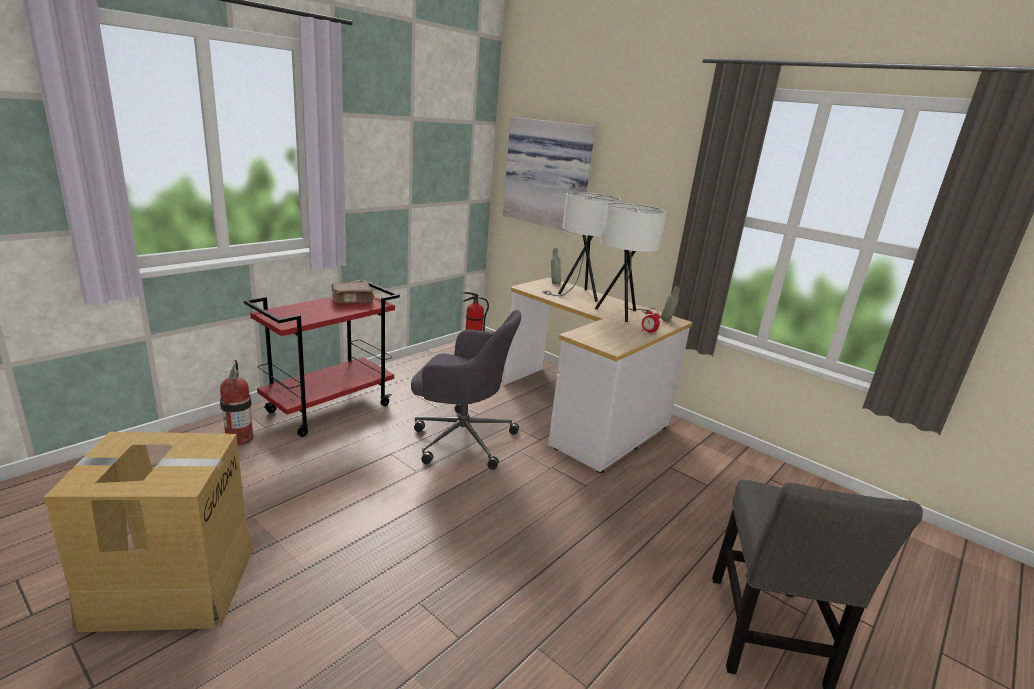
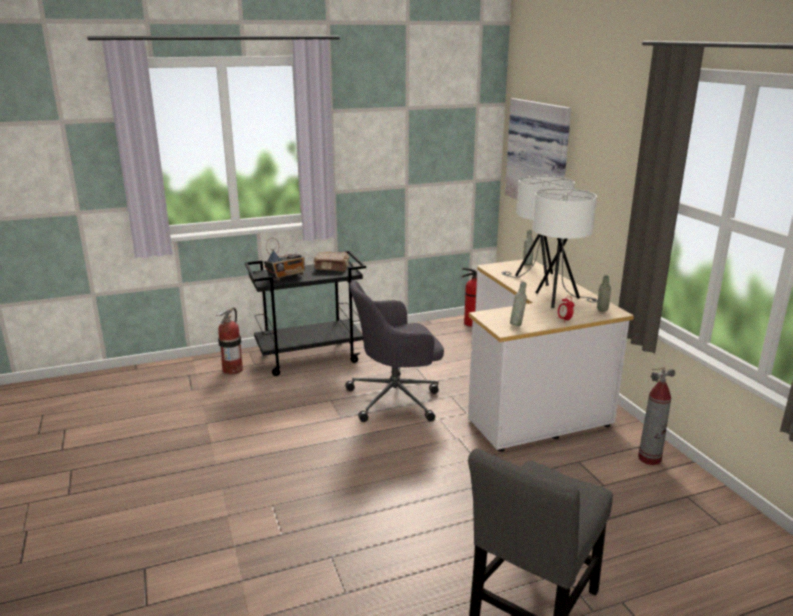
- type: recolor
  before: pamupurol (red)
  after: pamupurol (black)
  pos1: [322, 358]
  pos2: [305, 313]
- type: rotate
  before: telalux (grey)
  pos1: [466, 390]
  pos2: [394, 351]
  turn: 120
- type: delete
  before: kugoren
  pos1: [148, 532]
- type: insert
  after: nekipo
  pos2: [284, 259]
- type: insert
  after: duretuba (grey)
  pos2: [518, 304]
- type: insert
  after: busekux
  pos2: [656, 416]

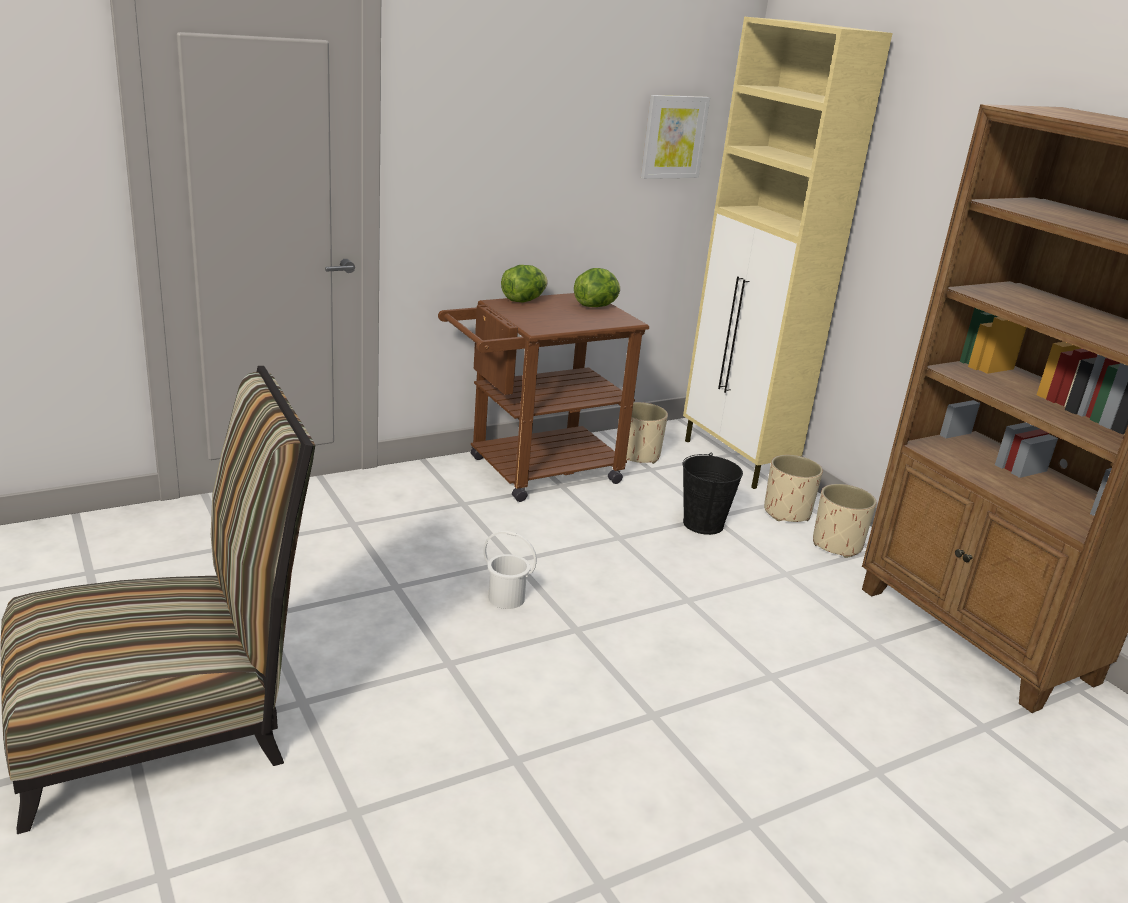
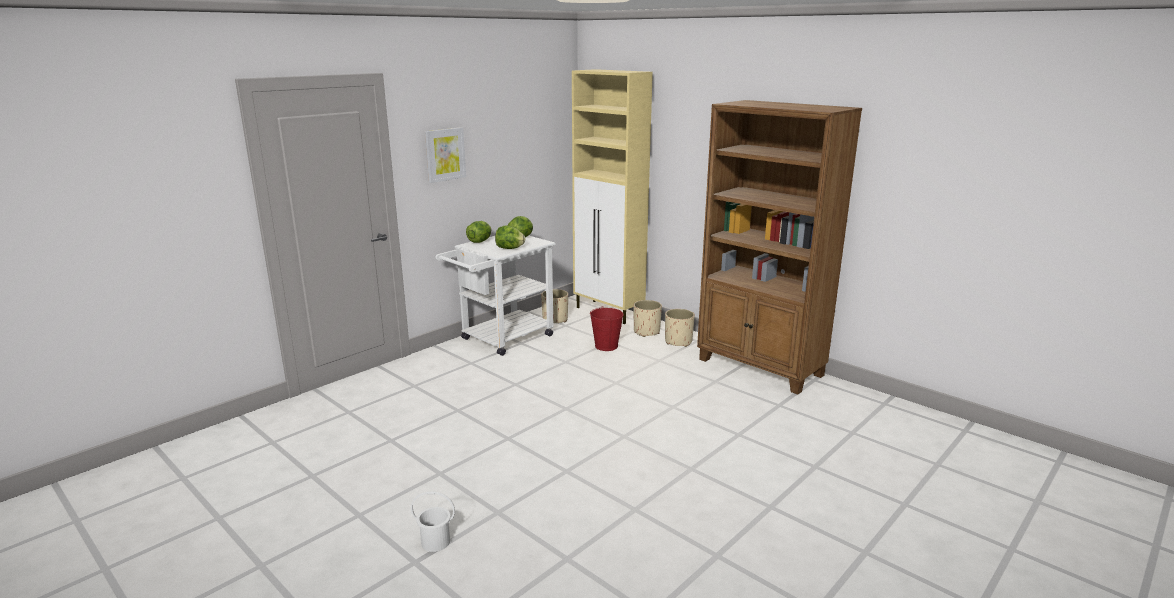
- type: move
  before: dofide
  pos1: [675, 137]
  pos2: [445, 155]
- type: recolor
  before: pamupurol (brown)
  after: pamupurol (white)
  pos1: [543, 397]
  pos2: [495, 296]
- type: delete
  before: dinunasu
  pos1: [157, 600]
- type: recolor
  before: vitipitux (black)
  after: vitipitux (red)
  pos1: [712, 494]
  pos2: [607, 328]
- type: move
  before: vitipitux (white)
  pos1: [510, 570]
  pos2: [433, 521]
- type: insert
  after: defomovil
  pos2: [510, 237]

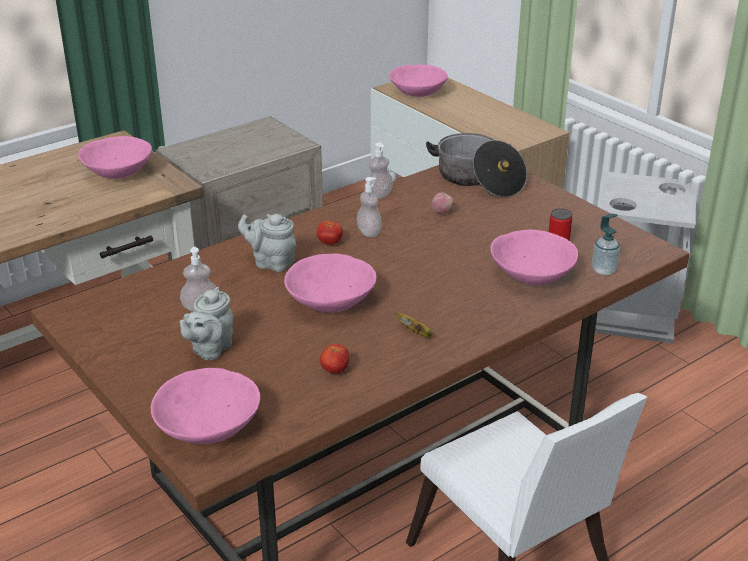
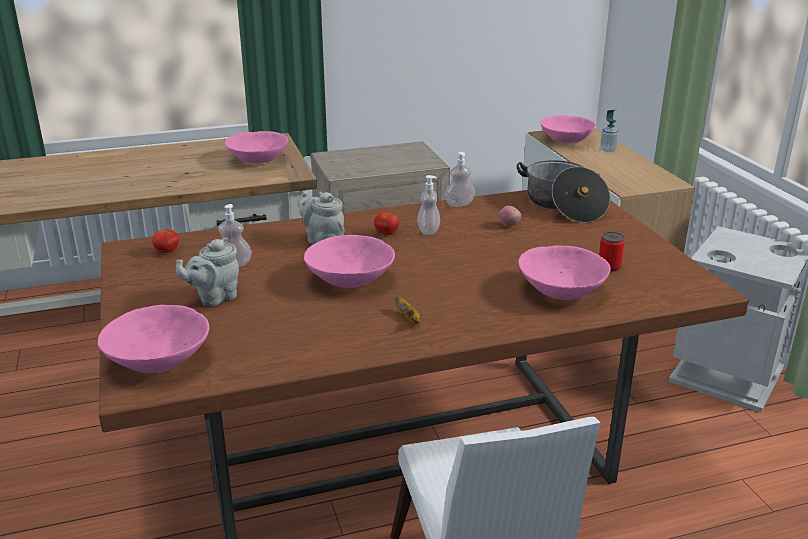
- type: move
  before: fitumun
  pos1: [606, 244]
  pos2: [609, 131]
- type: move
  before: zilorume
  pos1: [335, 359]
  pos2: [165, 241]

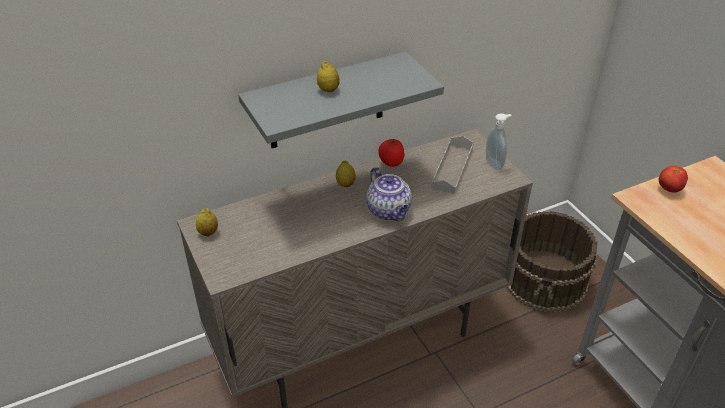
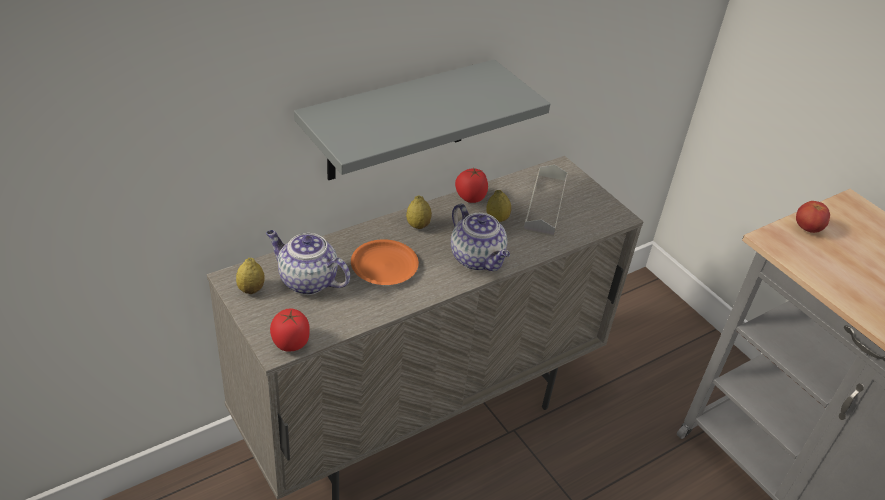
- type: move
  before: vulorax
  pos1: [328, 76]
  pos2: [498, 206]
- type: delete
  before: fitumun
  pos1: [498, 142]
- type: delete
  before: vitipitux (brown)
  pos1: [552, 262]
- type: insert
  after: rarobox
  pos2: [308, 262]
- type: insert
  after: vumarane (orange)
  pos2: [385, 262]
- type: insert
  after: zilorume
  pos2: [290, 330]

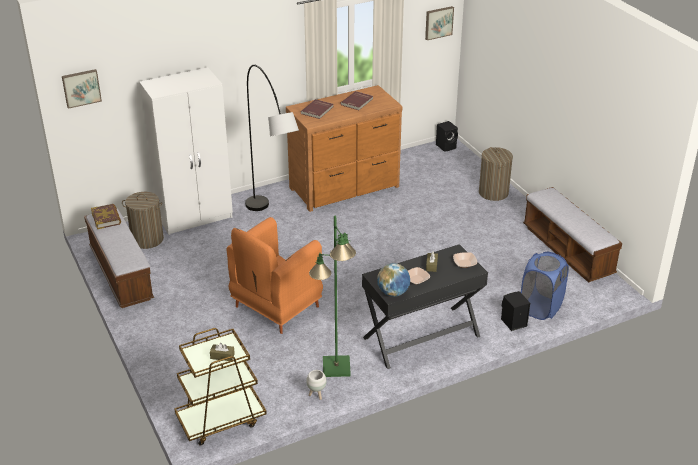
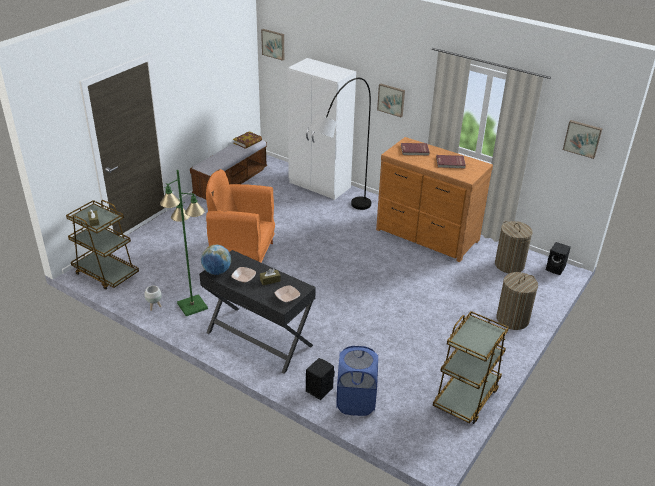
- type: replace
  before: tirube
  after: pamupurol (brown)
  pos1: [572, 235]
  pos2: [471, 367]
- type: move
  before: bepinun
  pos1: [143, 220]
  pos2: [513, 247]
- type: insert
  after: dofide
  pos2: [391, 100]

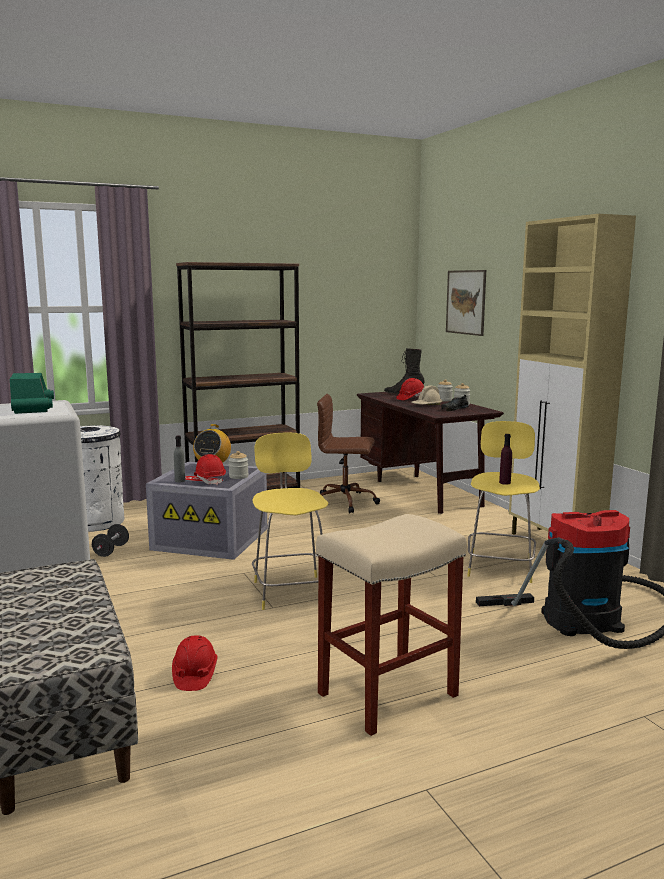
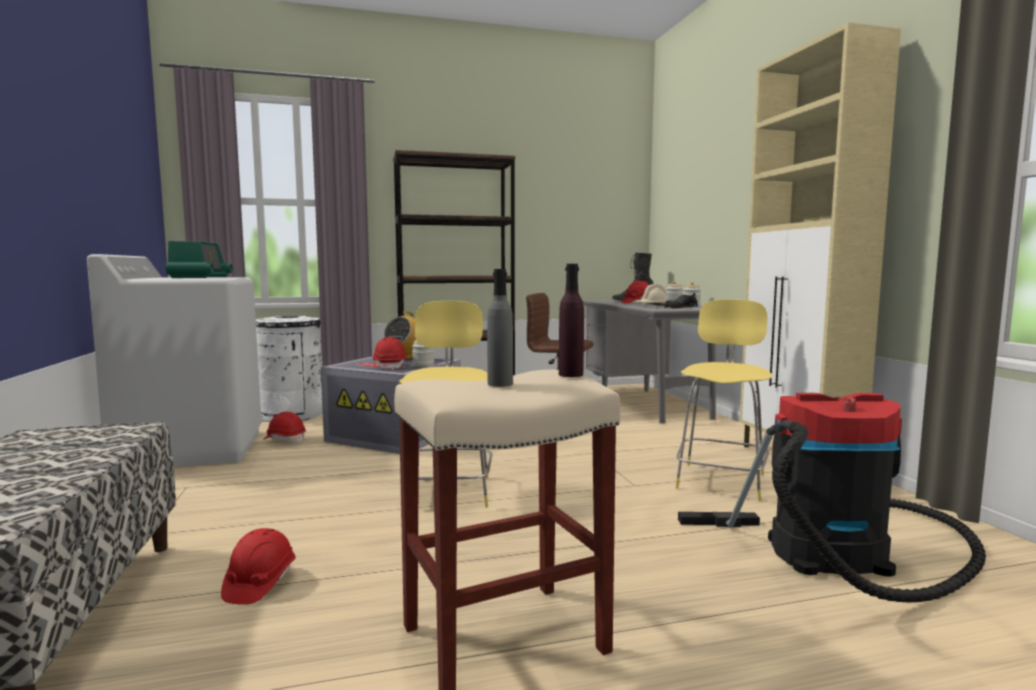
- type: delete
  before: dofide
  pos1: [466, 303]
- type: recolor
  before: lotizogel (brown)
  after: lotizogel (grey)
  pos1: [430, 453]
  pos2: [649, 362]
- type: move
  before: duretuba (purple)
  pos1: [505, 459]
  pos2: [571, 320]
- type: move
  before: duretuba (grey)
  pos1: [179, 458]
  pos2: [500, 328]
- type: replace
  before: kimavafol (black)
  after: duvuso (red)
  pos1: [110, 540]
  pos2: [284, 427]

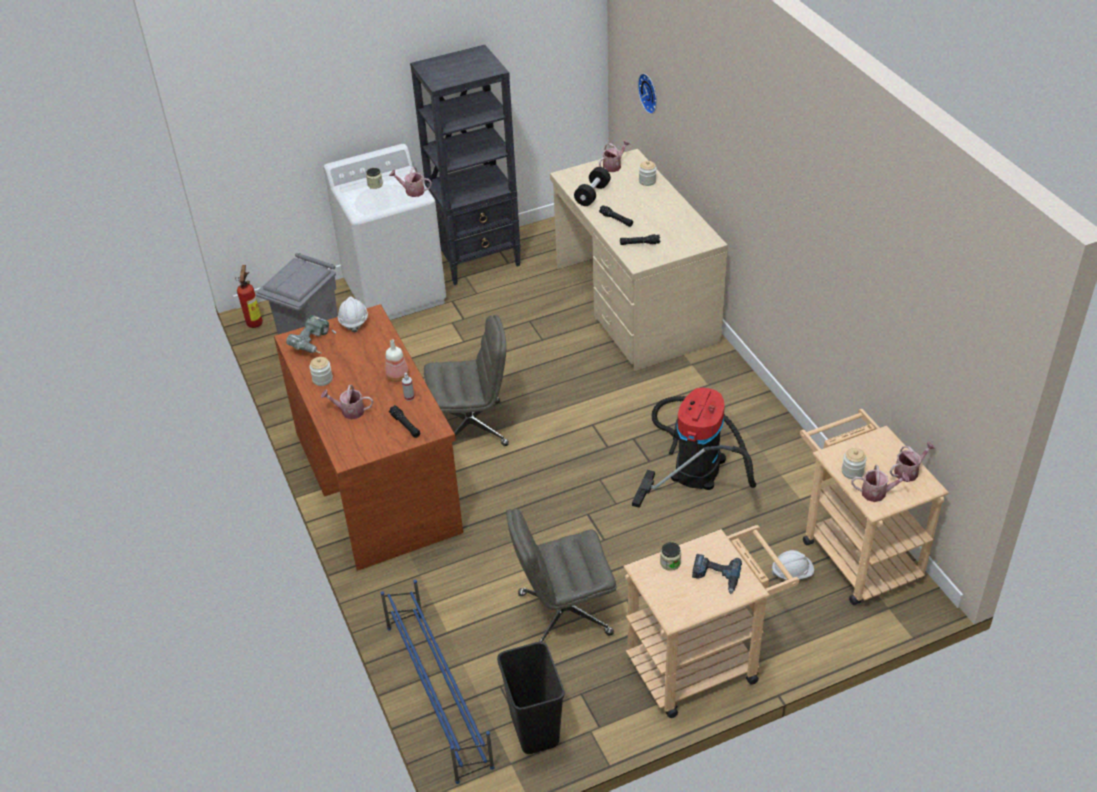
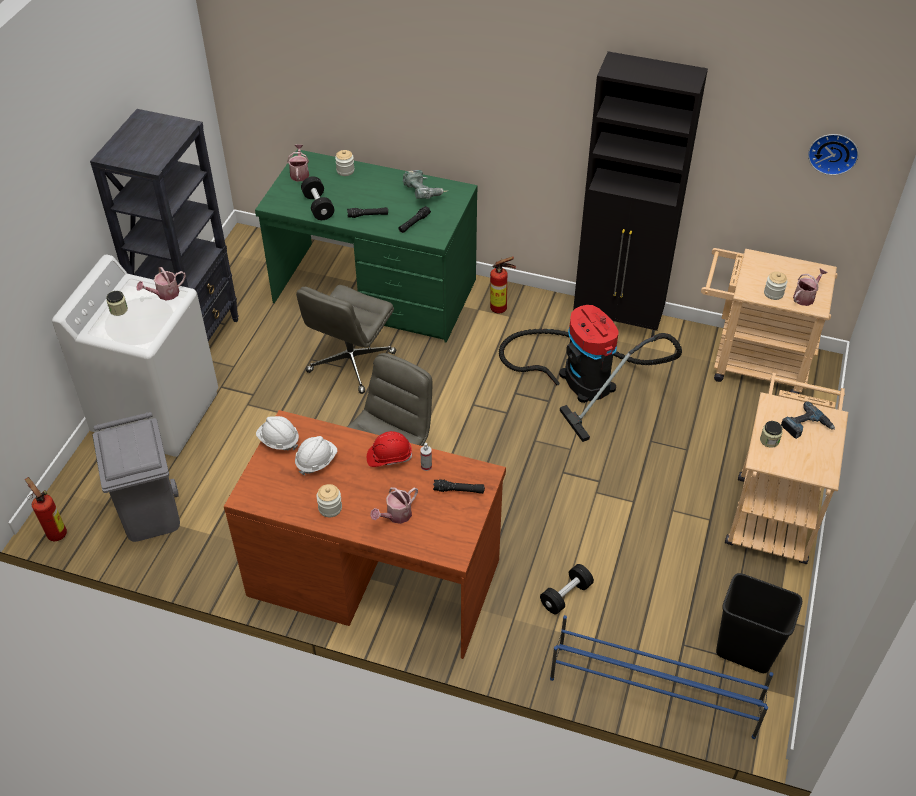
- type: move
  before: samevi
  pos1: [647, 93]
  pos2: [833, 154]
- type: recolor
  before: lotizogel (beige)
  after: lotizogel (green)
  pos1: [639, 260]
  pos2: [366, 246]
- type: move
  before: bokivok
  pos1: [311, 334]
  pos2: [425, 184]
- type: replace
  before: duretuba
  after: duvuso (red)
  pos1: [397, 360]
  pos2: [389, 449]
- type: delete
  before: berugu
  pos1: [912, 462]
- type: move
  before: telalux (grey)
  pos1: [561, 575]
  pos2: [346, 339]
- type: move
  before: duvuso (white)
  pos1: [793, 565]
  pos2: [316, 456]
- type: insert
  after: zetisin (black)
  pos2: [640, 196]
- type: insert
  after: busekux
  pos2: [503, 284]
- type: insert
  after: kimavafol (black)
  pos2: [567, 589]

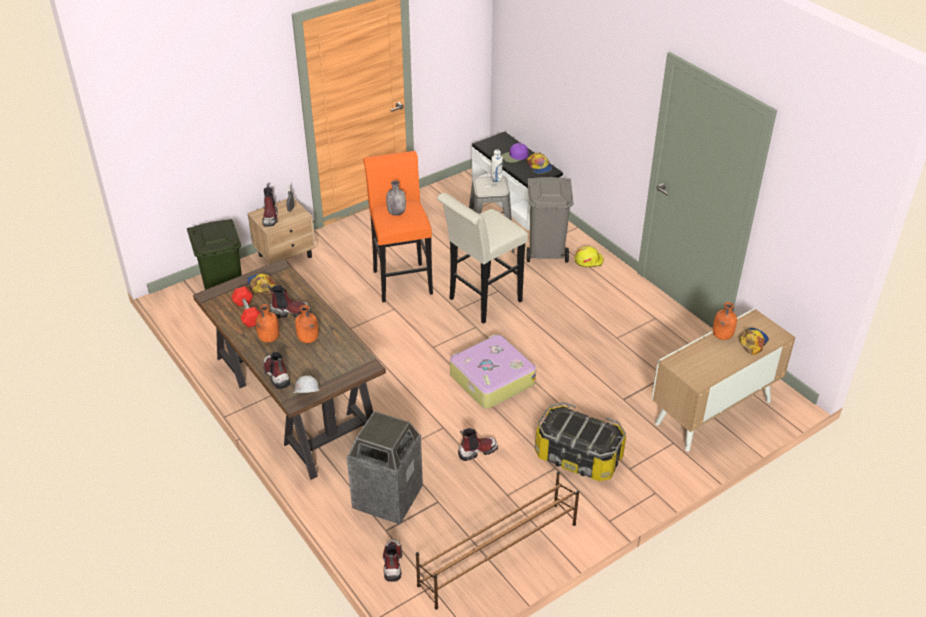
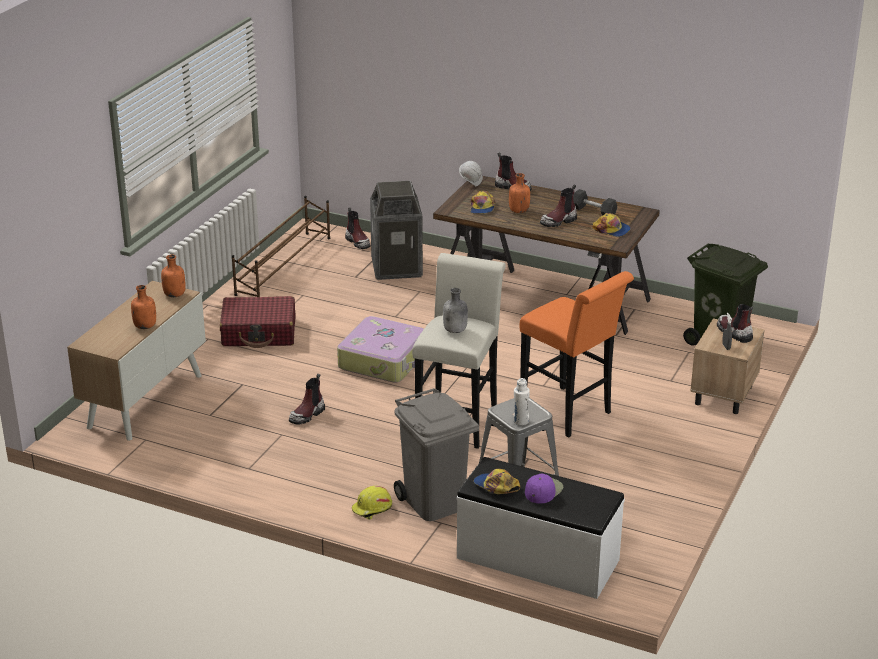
- type: move
  before: duretuba (grey)
  pos1: [396, 198]
  pos2: [455, 310]
- type: recolor
  before: kimavafol (red)
  after: kimavafol (grey)
  pos1: [246, 306]
  pos2: [595, 202]
- type: move
  before: duretuba (orange)
  pos1: [267, 323]
  pos2: [173, 275]
- type: move
  before: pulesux
  pos1: [754, 341]
  pos2: [483, 202]
- type: replace
  before: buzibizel
  after: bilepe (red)
  pos1: [580, 441]
  pos2: [257, 322]
- type: move
  before: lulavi
  pos1: [478, 444]
  pos2: [307, 399]

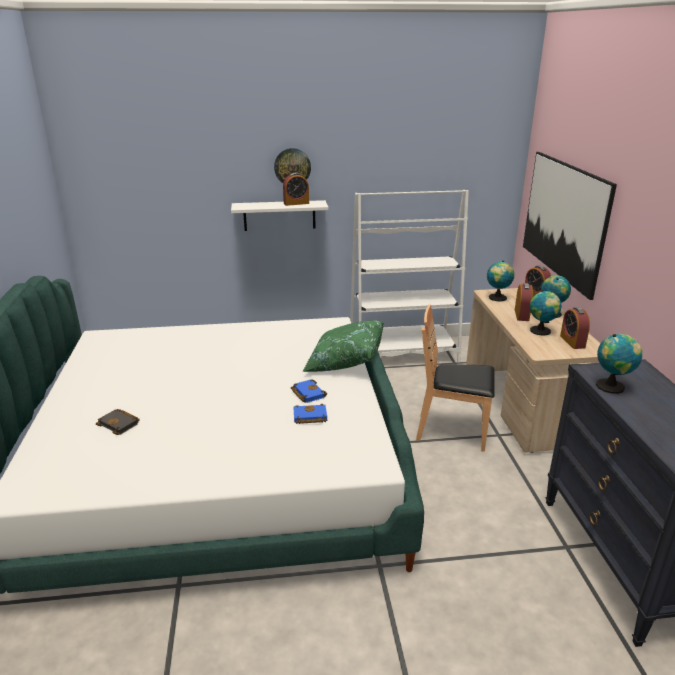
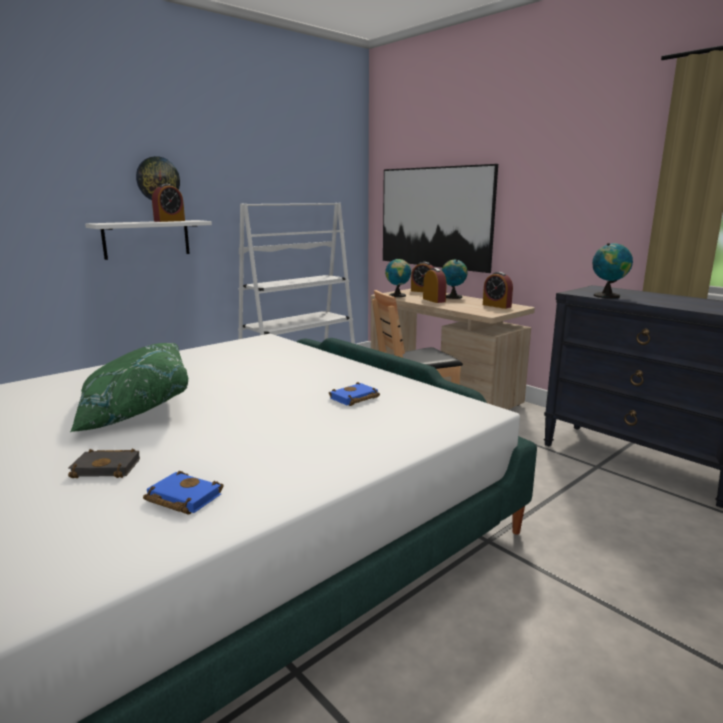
- type: delete
  before: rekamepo
  pos1: [545, 313]
- type: move
  before: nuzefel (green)
  pos1: [343, 346]
  pos2: [129, 387]
- type: move
  before: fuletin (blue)
  pos1: [309, 391]
  pos2: [183, 493]

